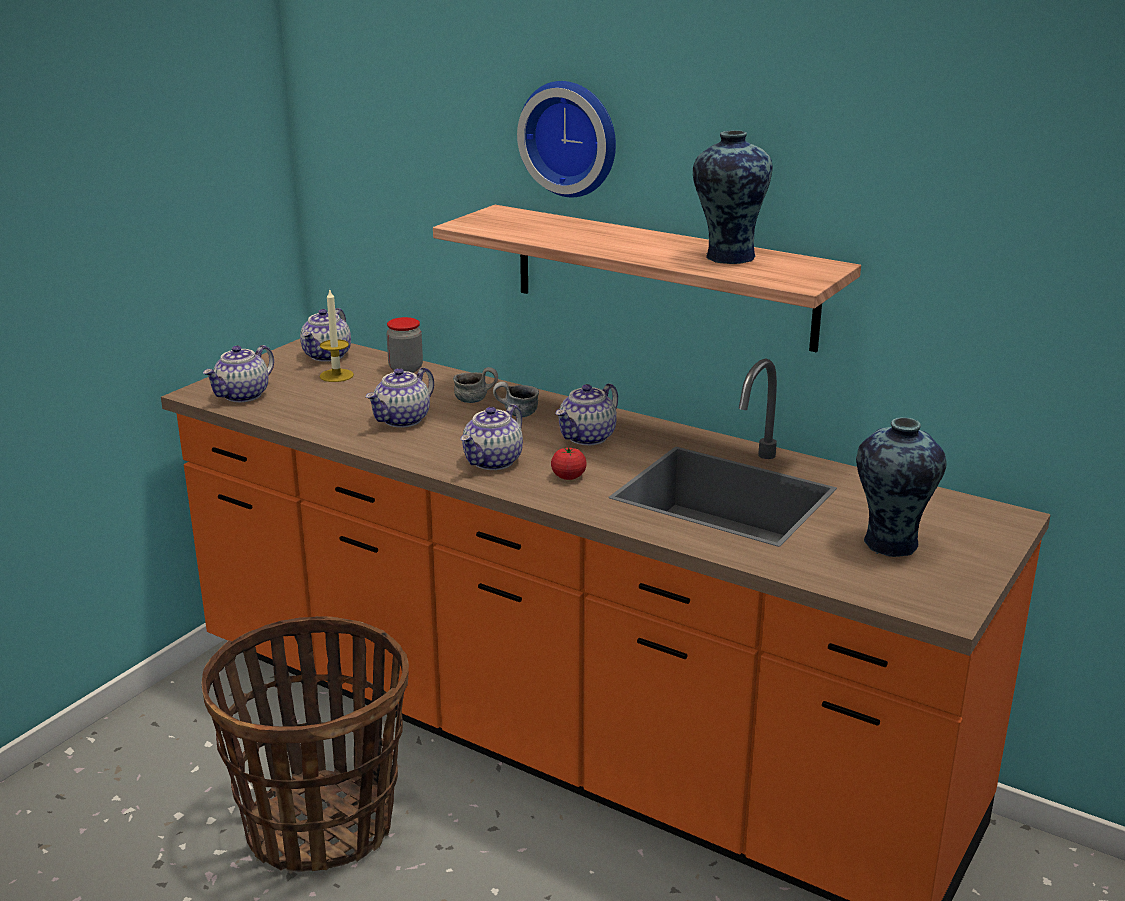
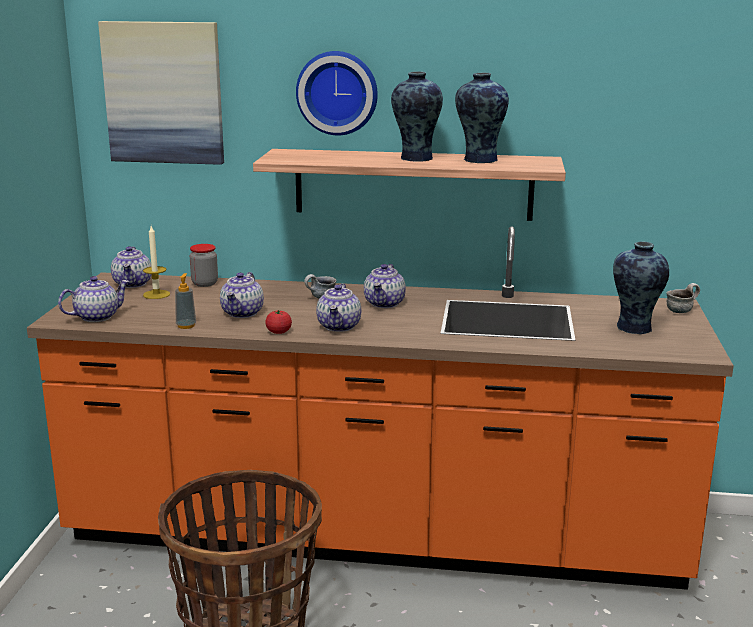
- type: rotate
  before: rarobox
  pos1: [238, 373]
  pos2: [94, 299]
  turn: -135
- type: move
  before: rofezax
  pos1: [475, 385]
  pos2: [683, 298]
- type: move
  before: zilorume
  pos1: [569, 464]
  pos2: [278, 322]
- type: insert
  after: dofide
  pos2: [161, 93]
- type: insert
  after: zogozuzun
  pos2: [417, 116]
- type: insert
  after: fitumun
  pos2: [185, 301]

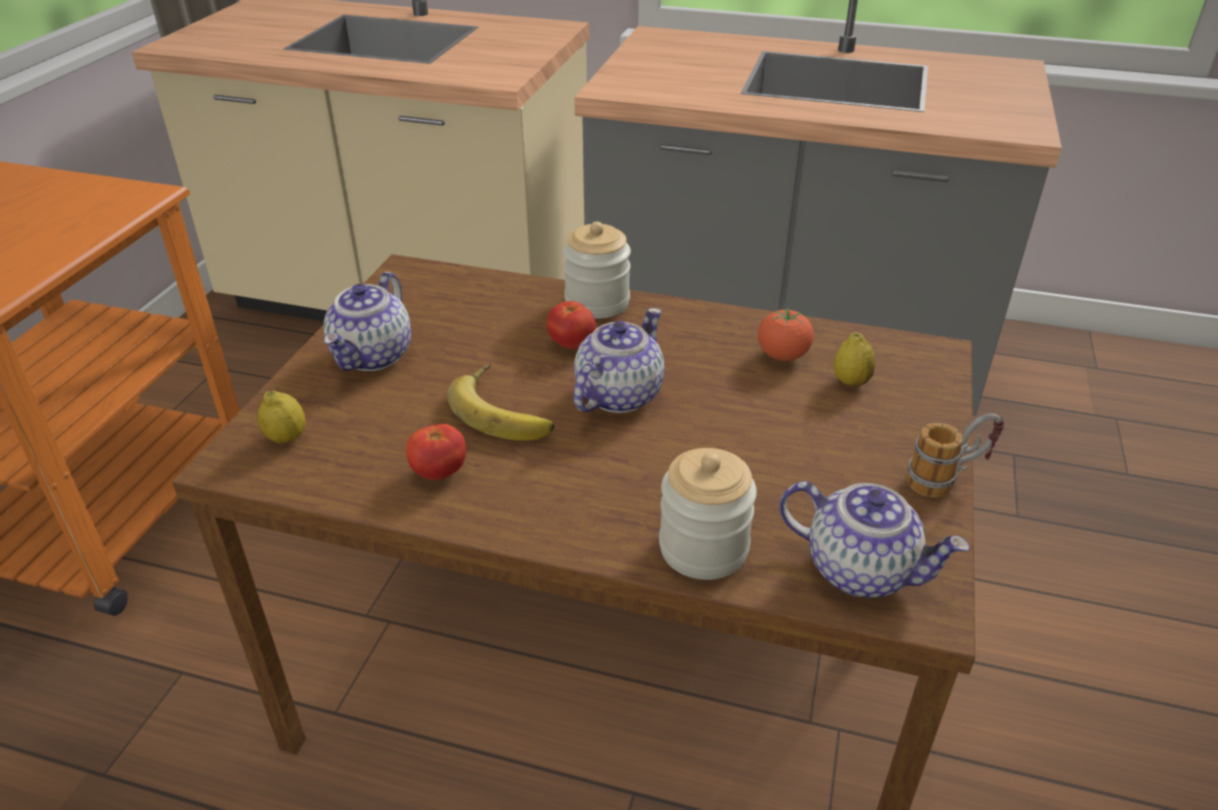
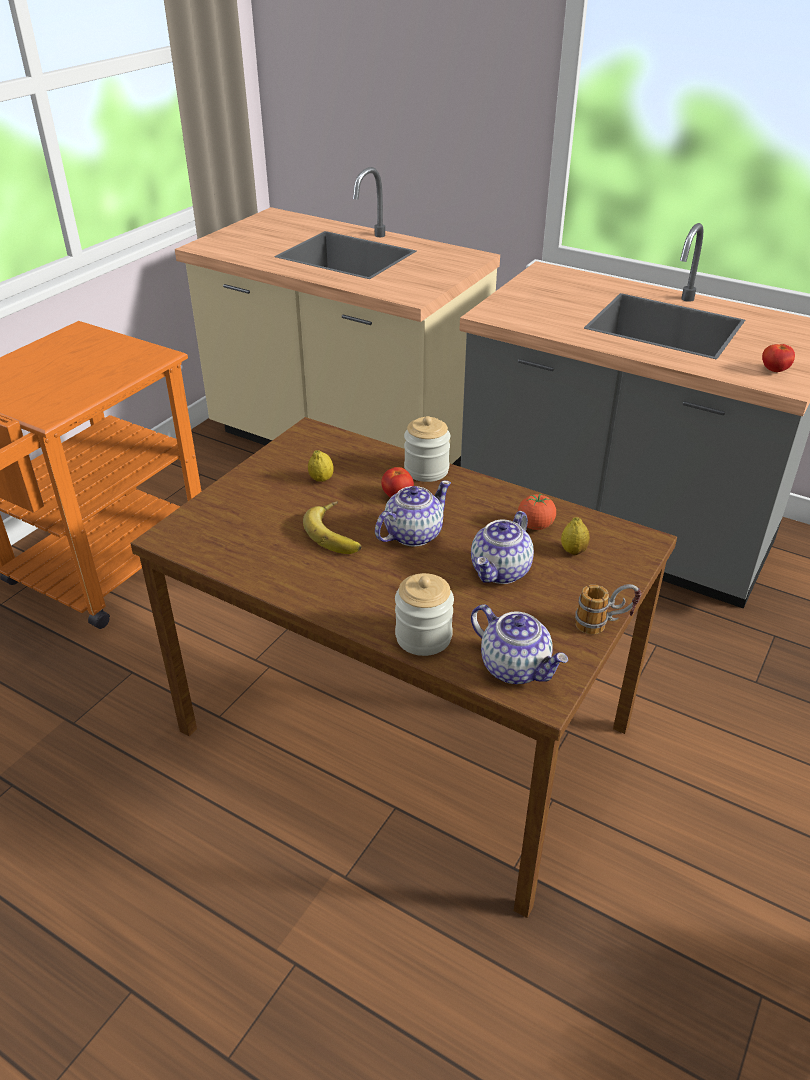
- type: move
  before: rarobox
  pos1: [367, 321]
  pos2: [502, 547]
- type: move
  before: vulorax
  pos1: [282, 417]
  pos2: [321, 466]
- type: move
  before: zilorume
  pos1: [436, 452]
  pos2: [778, 358]

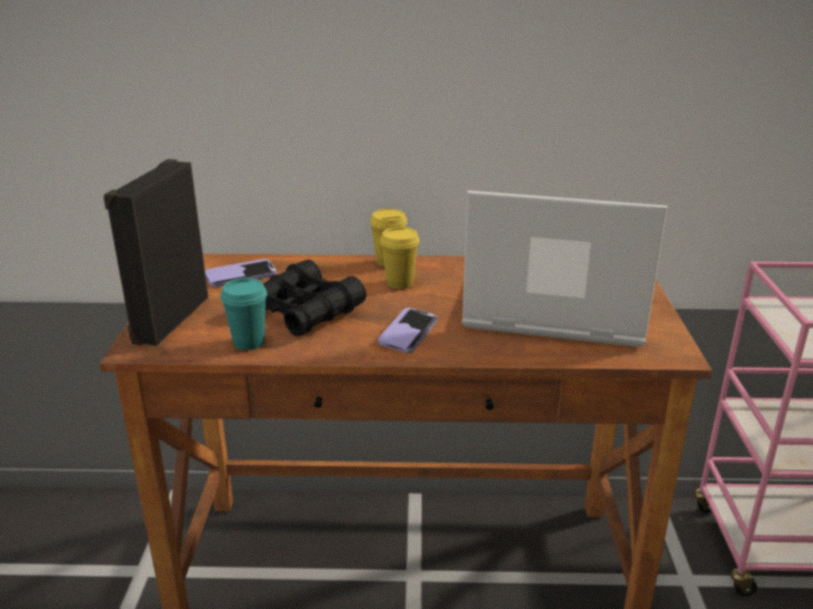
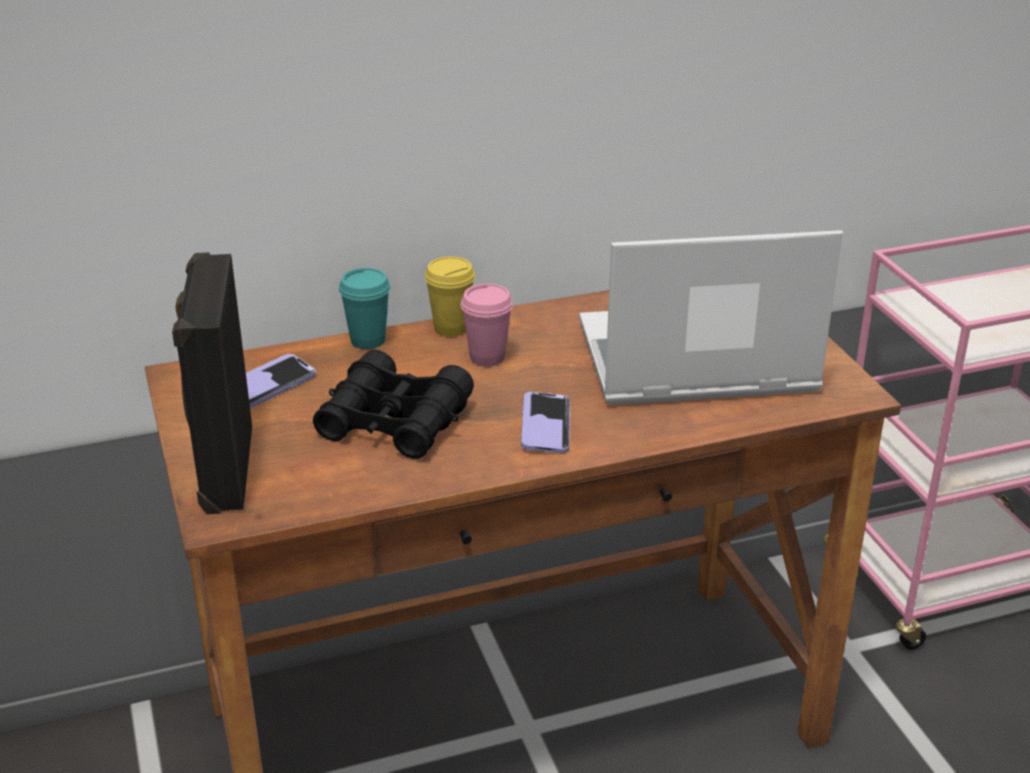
- type: recolor
  before: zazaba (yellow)
  after: zazaba (pink)
  pos1: [400, 258]
  pos2: [486, 325]
- type: move
  before: zazaba (turquoise)
  pos1: [243, 314]
  pos2: [364, 308]

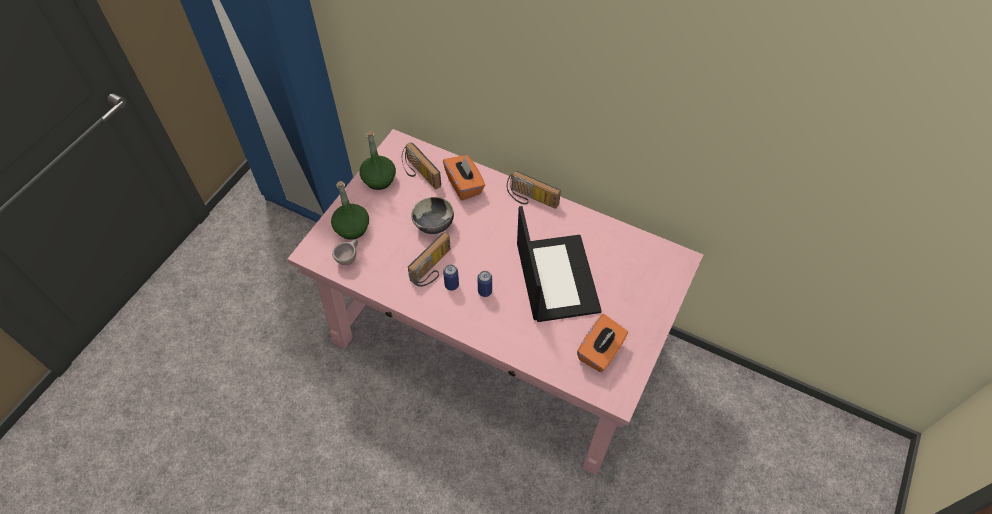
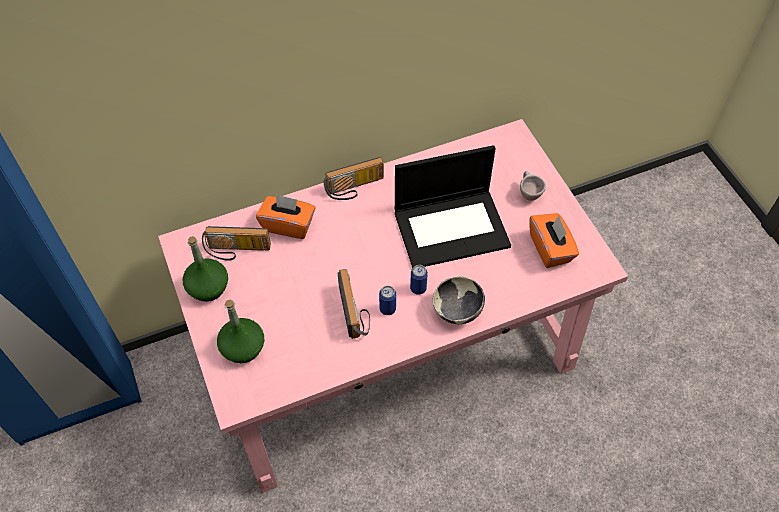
- type: move
  before: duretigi
  pos1: [432, 215]
  pos2: [459, 300]
- type: rotate
  before: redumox
  pos1: [559, 264]
  pos2: [453, 206]
  turn: 135
- type: move
  before: zazaba (beige)
  pos1: [345, 252]
  pos2: [533, 186]

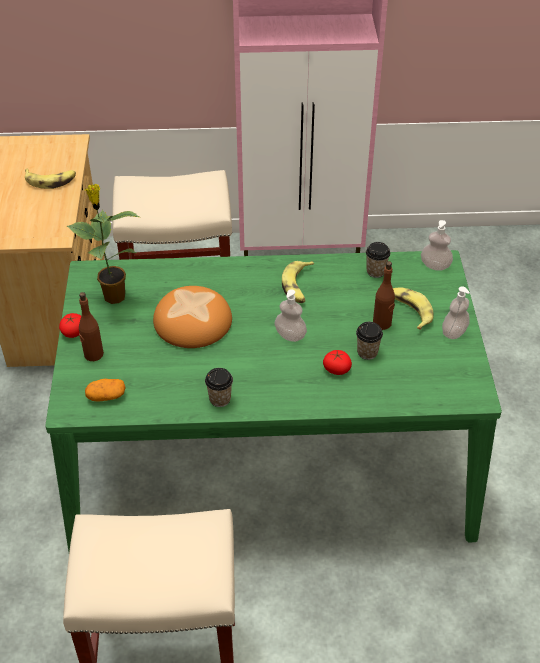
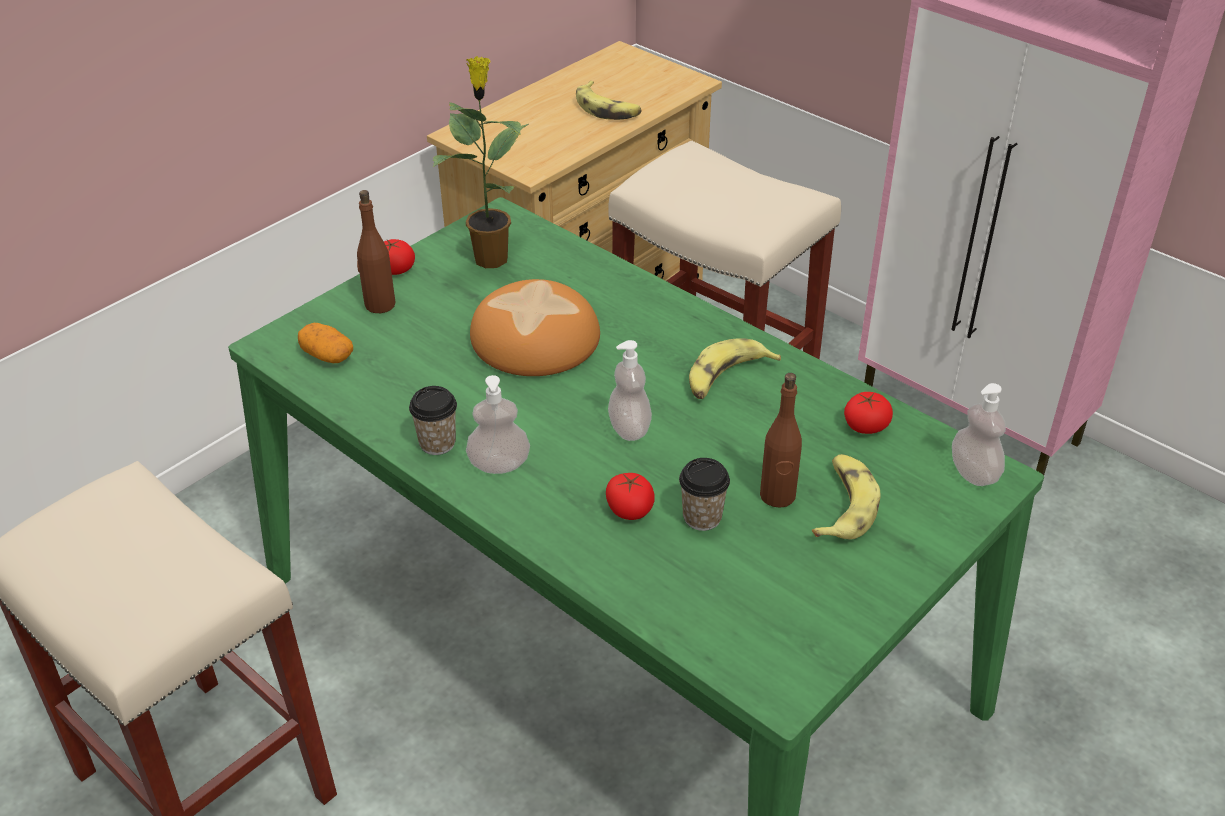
- type: replace
  before: zazaba
  after: zilorume
  pos1: [378, 260]
  pos2: [868, 413]
- type: move
  before: fitumun
  pos1: [456, 312]
  pos2: [498, 424]

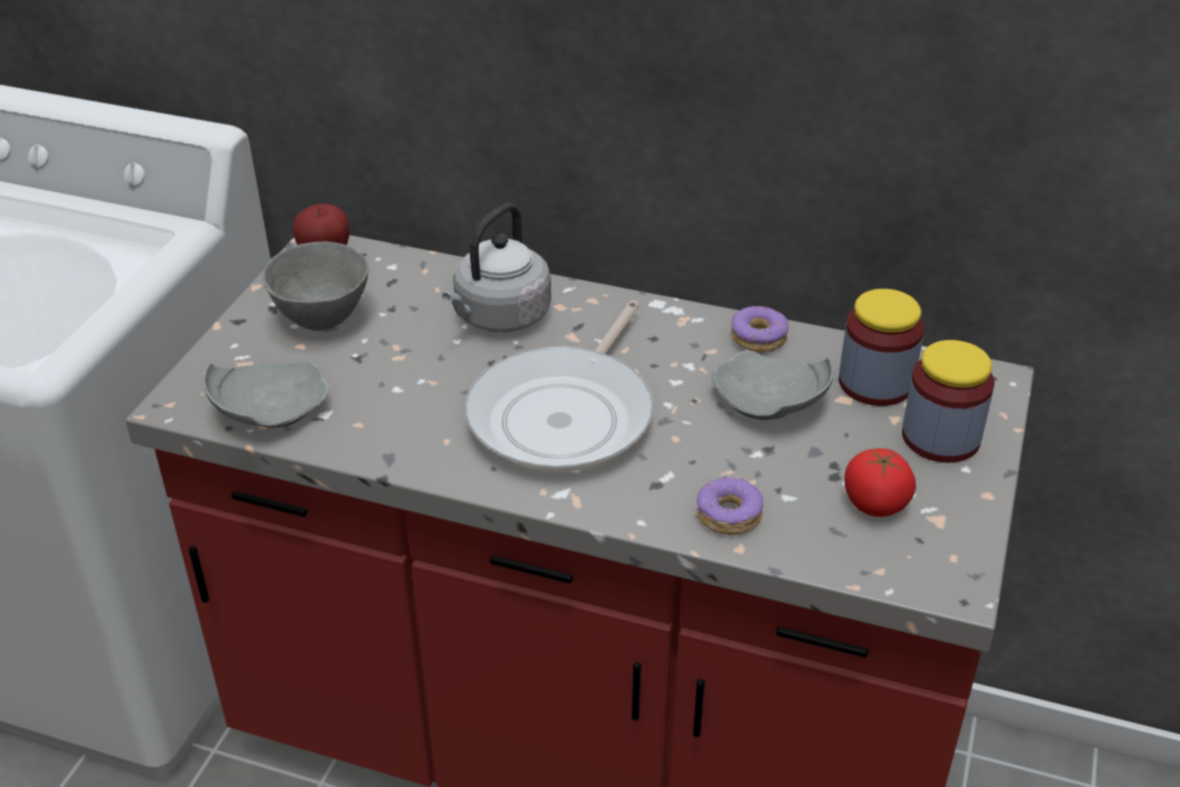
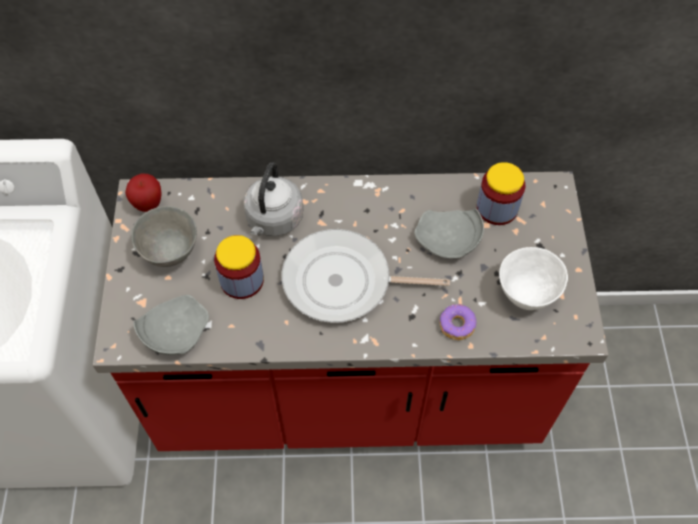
- type: rotate
  before: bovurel
  pos1: [559, 386]
  pos2: [366, 276]
  turn: 90
- type: delete
  before: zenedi
  pos1: [759, 329]
- type: move
  before: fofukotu
  pos1: [948, 401]
  pos2: [239, 267]
- type: replace
  before: zilorume
  after: duretigi (white)
  pos1: [880, 482]
  pos2: [533, 278]

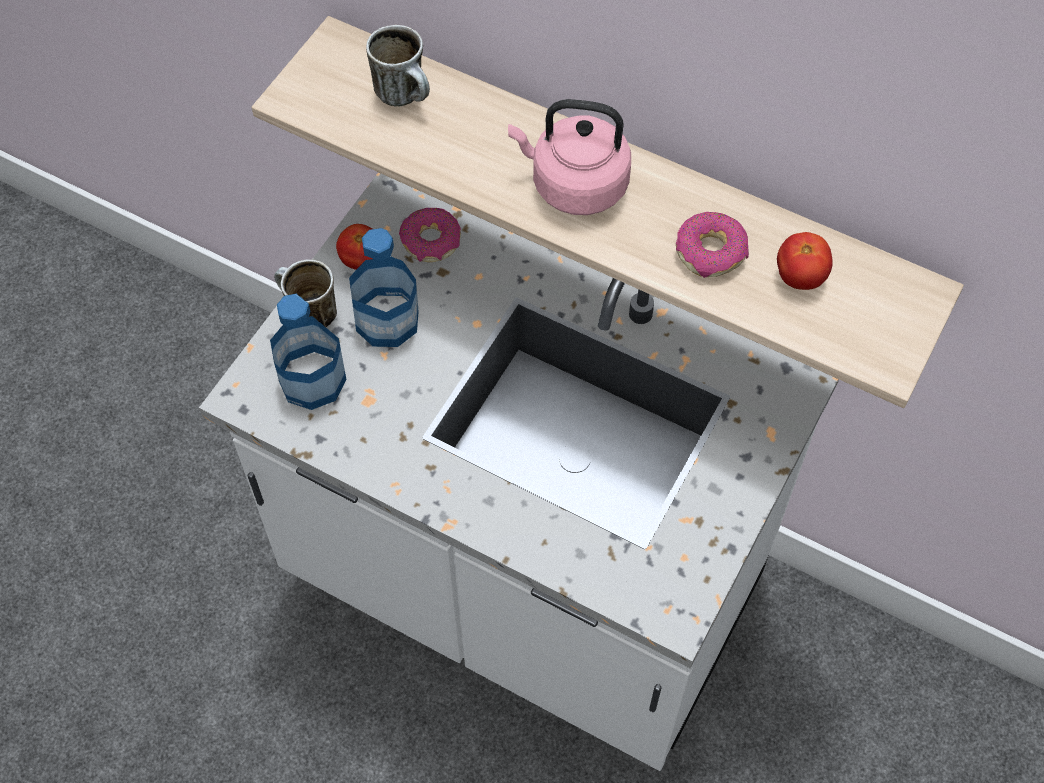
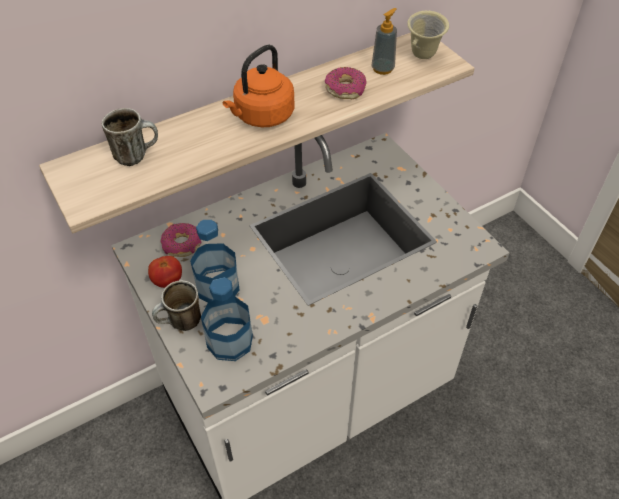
- type: recolor
  before: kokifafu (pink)
  after: kokifafu (orange)
  pos1: [569, 157]
  pos2: [259, 86]
- type: replace
  before: zilorume
  after: fitumun
  pos1: [805, 261]
  pos2: [384, 41]
- type: insert
  after: rofezax (beige)
  pos2: [428, 35]

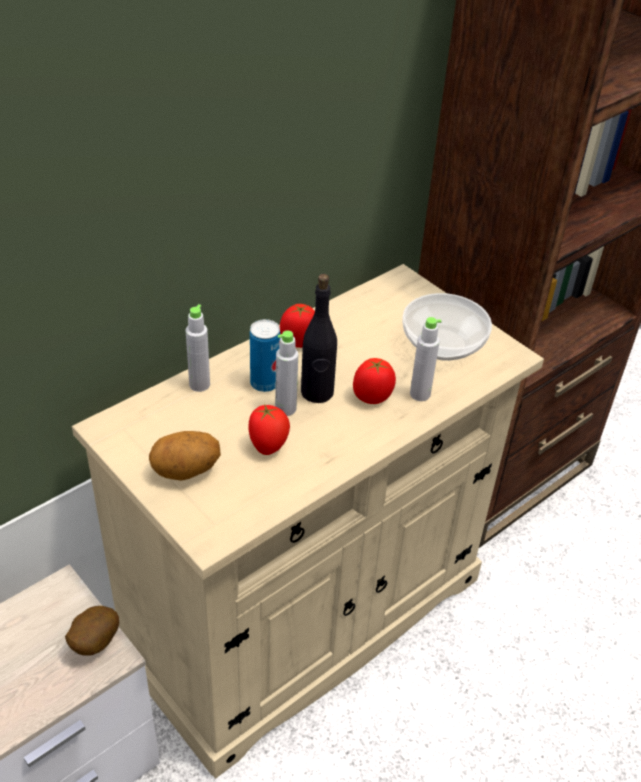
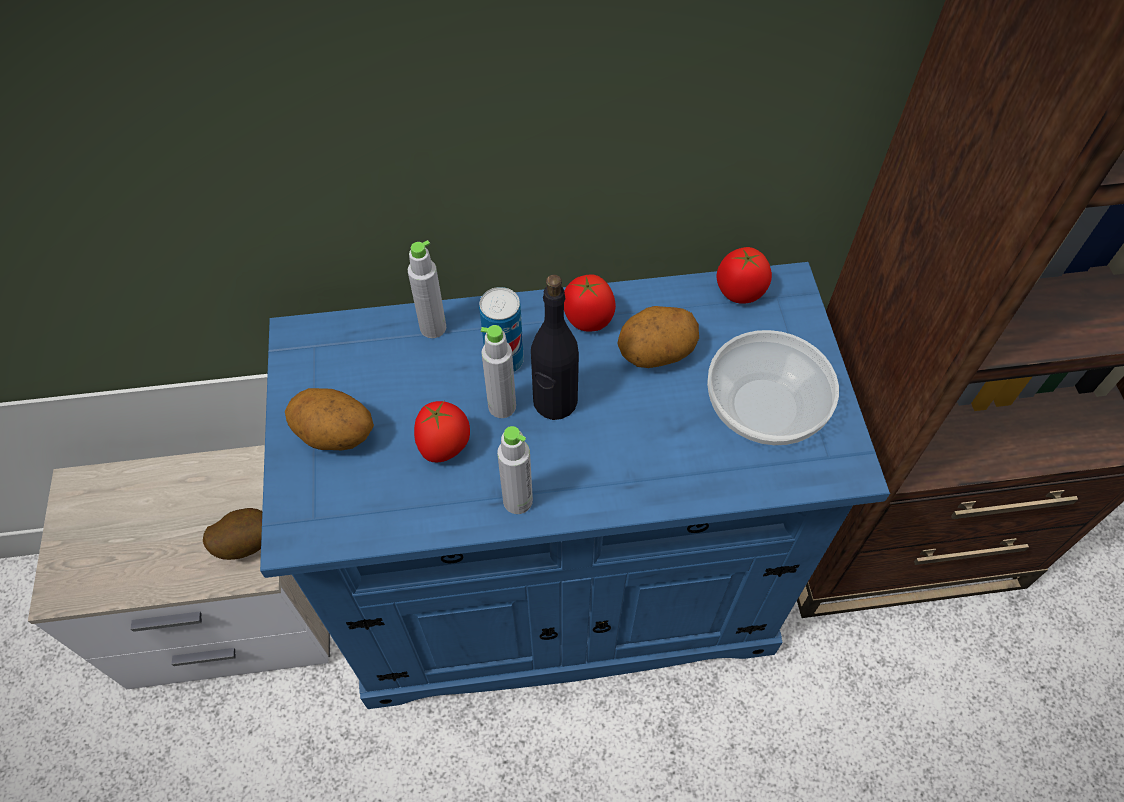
- type: recolor
  before: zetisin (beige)
  after: zetisin (blue)
  pos1: [308, 521]
  pos2: [575, 485]
- type: move
  before: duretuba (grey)
  pos1: [425, 359]
  pos2: [515, 470]
- type: move
  before: zilorume
  pos1: [374, 381]
  pos2: [744, 275]
- type: insert
  after: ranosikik
  pos2: [658, 337]

